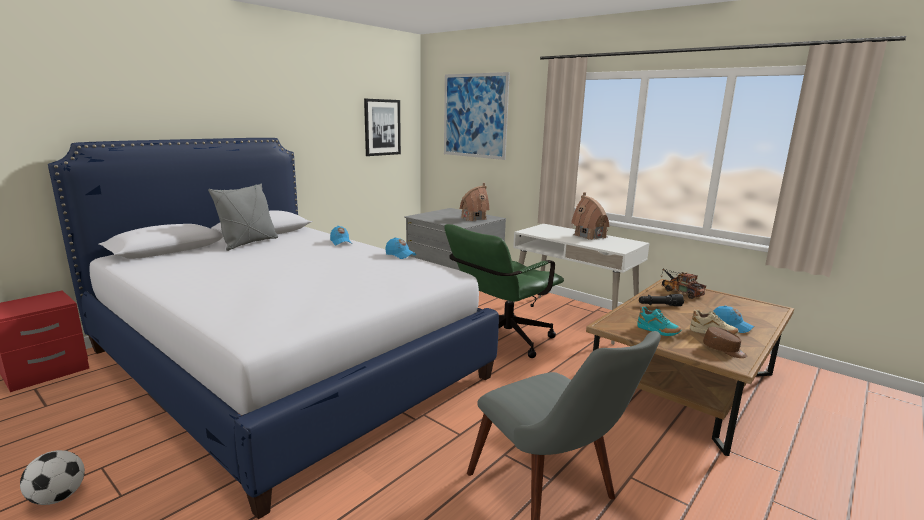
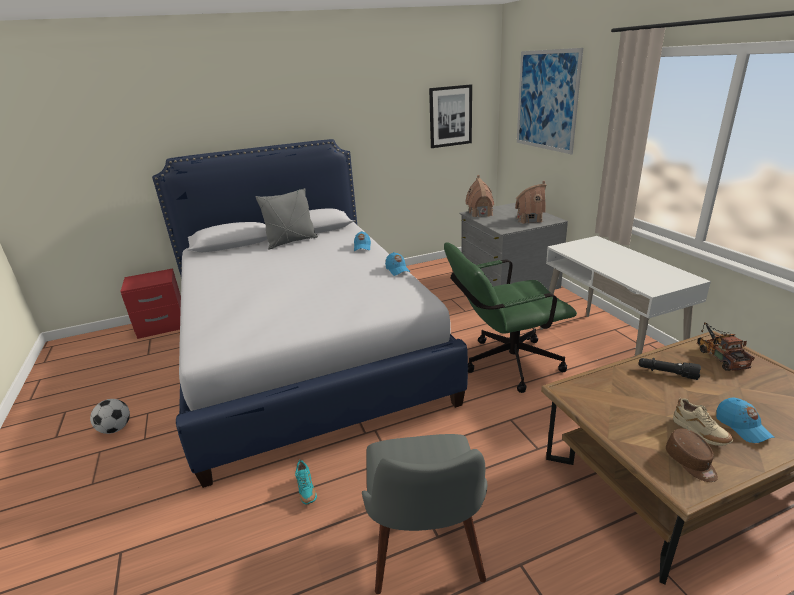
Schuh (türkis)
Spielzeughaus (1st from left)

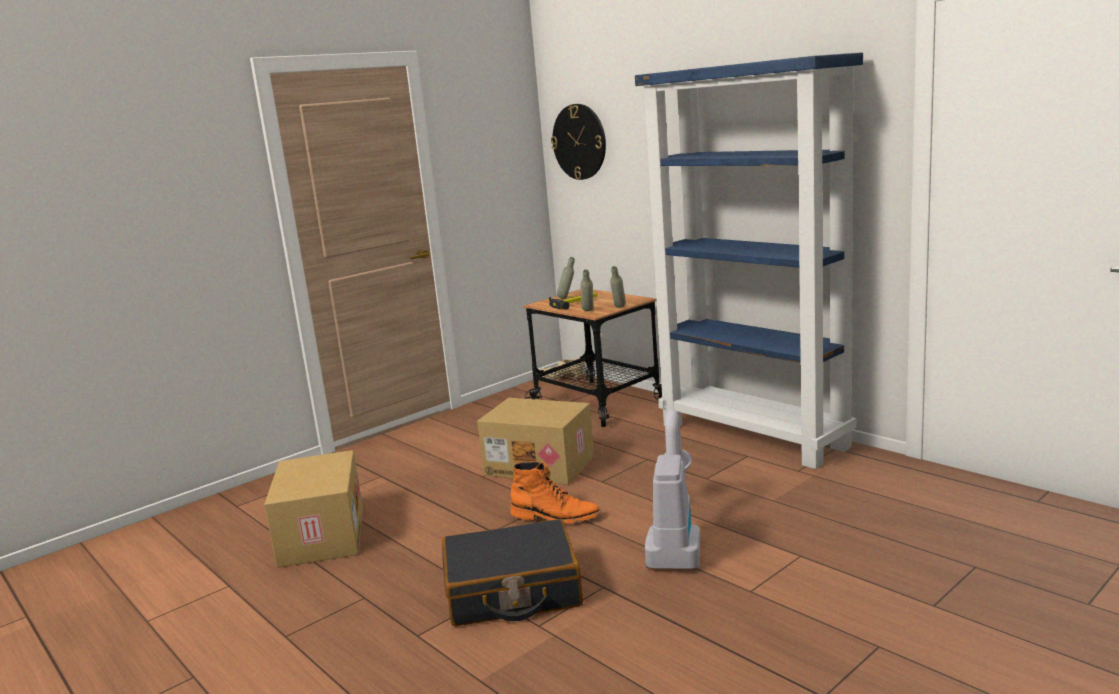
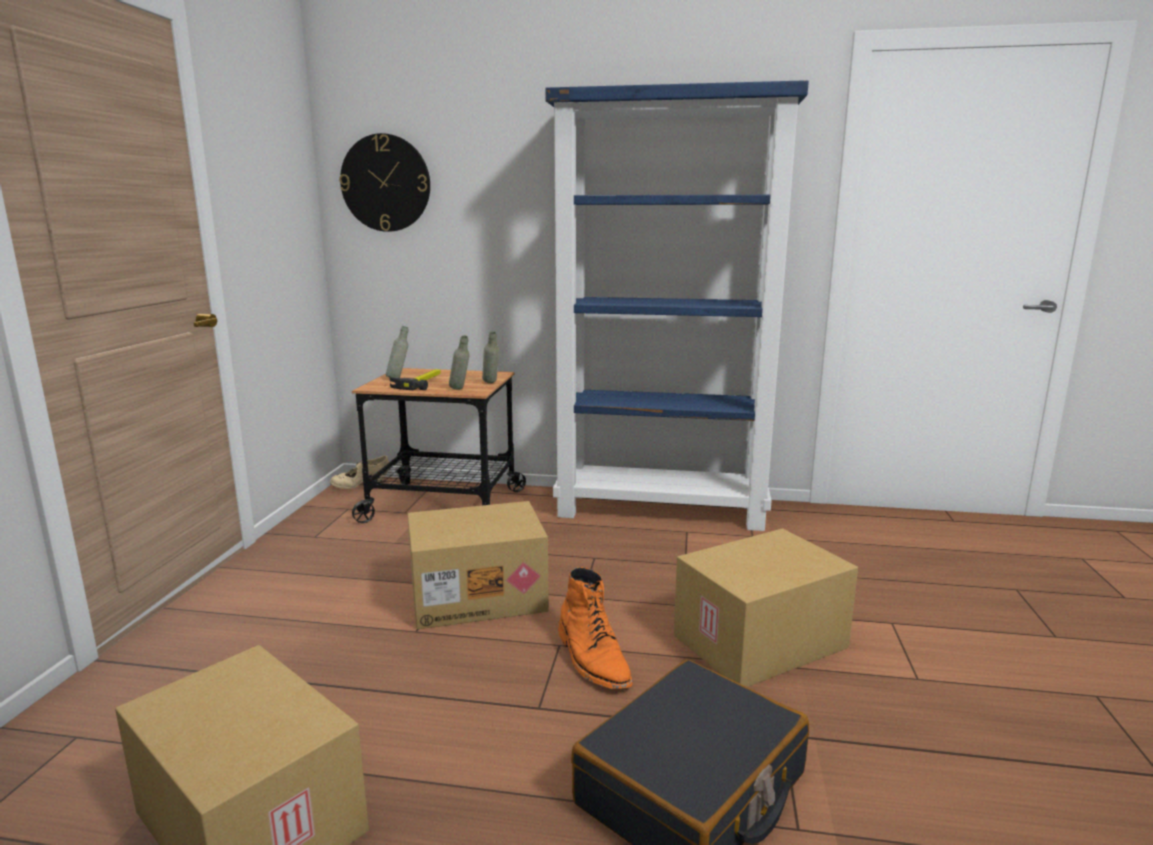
Stiefel (orange)
Karton (3rd from left)

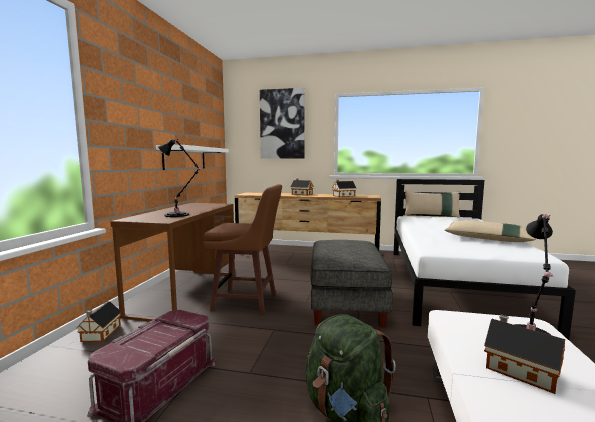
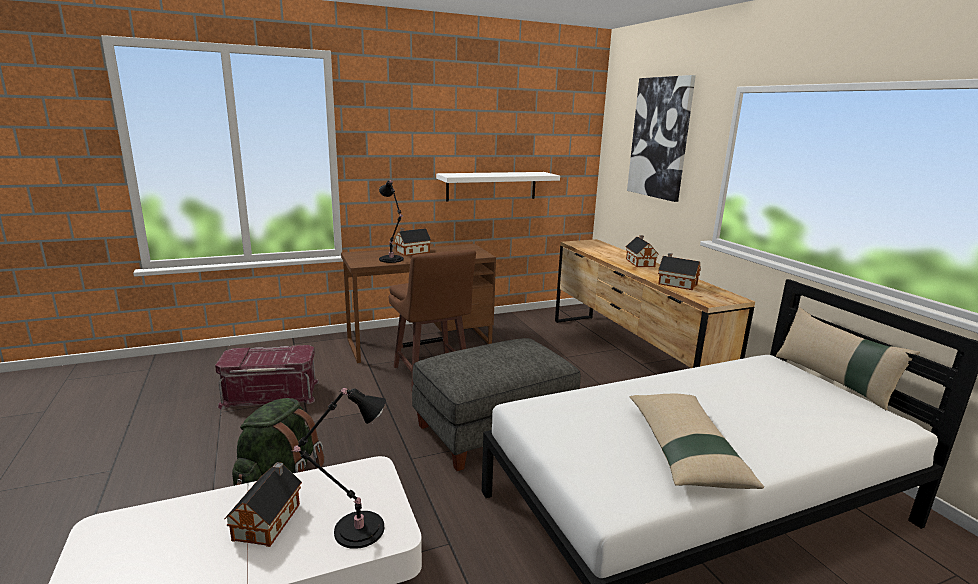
Spielzeughaus (2nd from left)

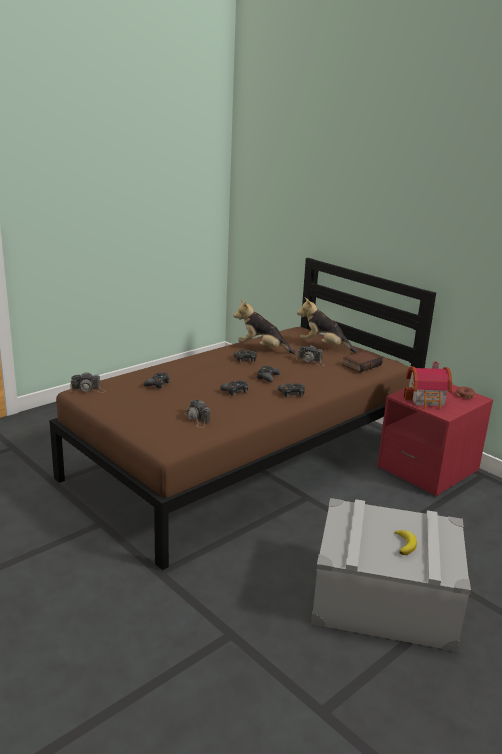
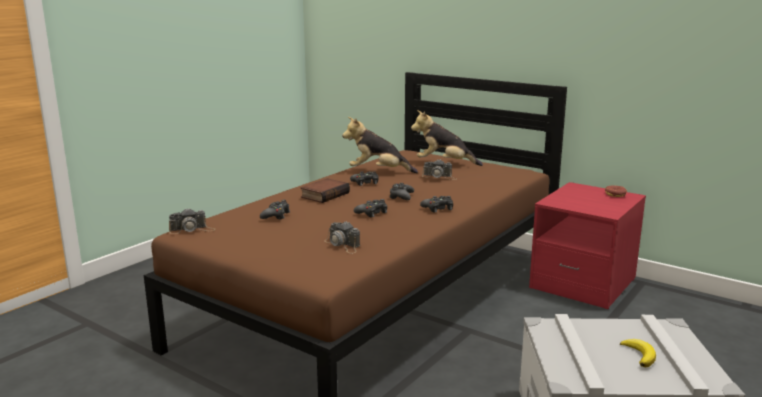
Buch
Spielzeughaus

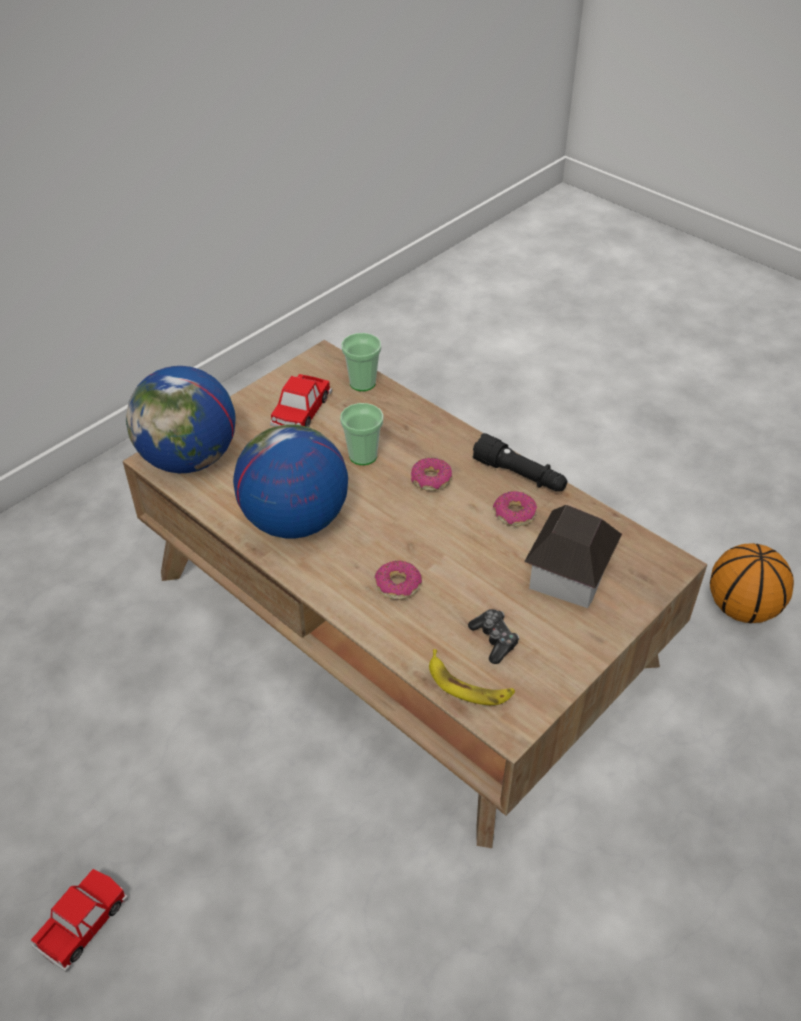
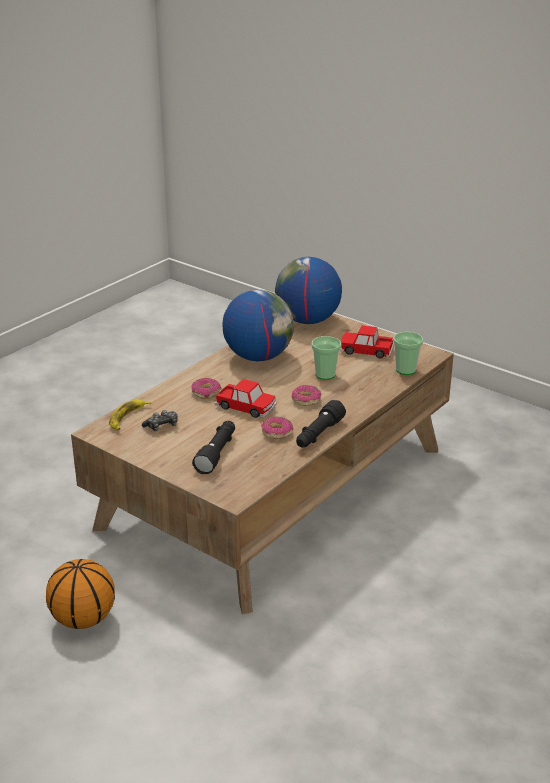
Basketball
Taschenlampe (schwarz) (1st from left)
Spielzeugauto (1st from left)

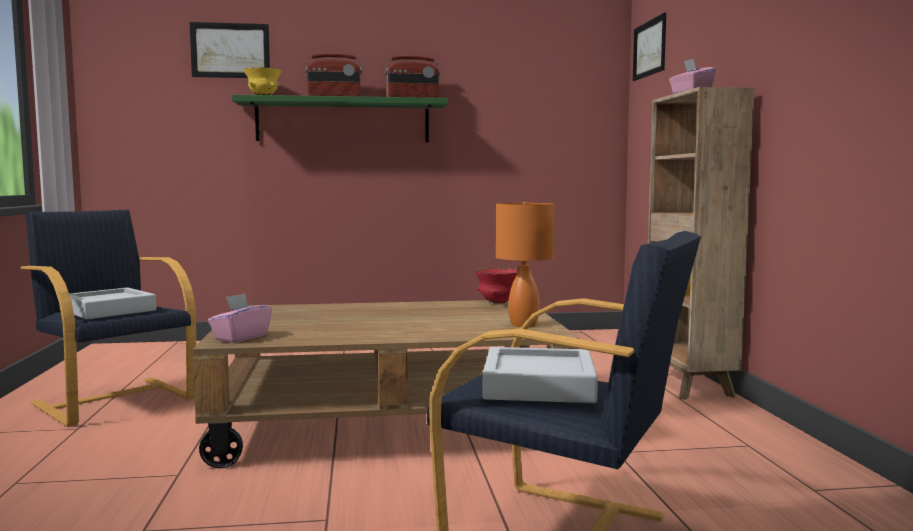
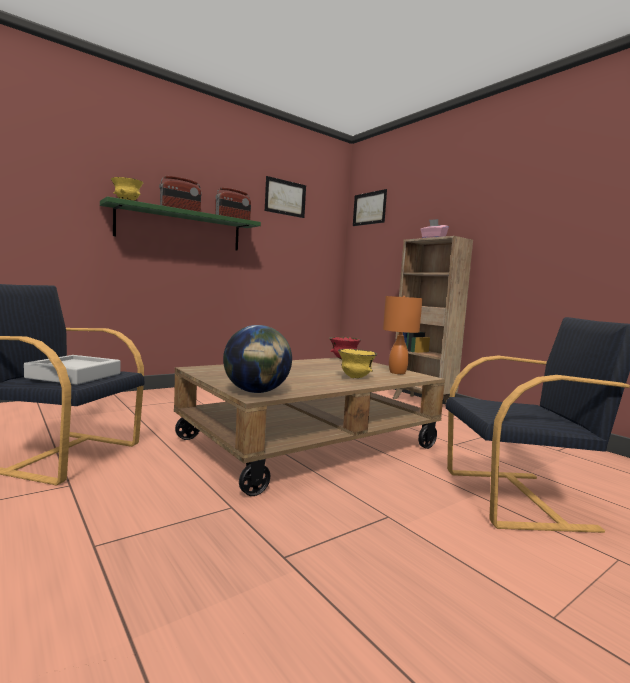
Globus
Bild (1st from left)
Schüssel (gelb) (2nd from left)
Tablett (grau) (2nd from left in the first image)

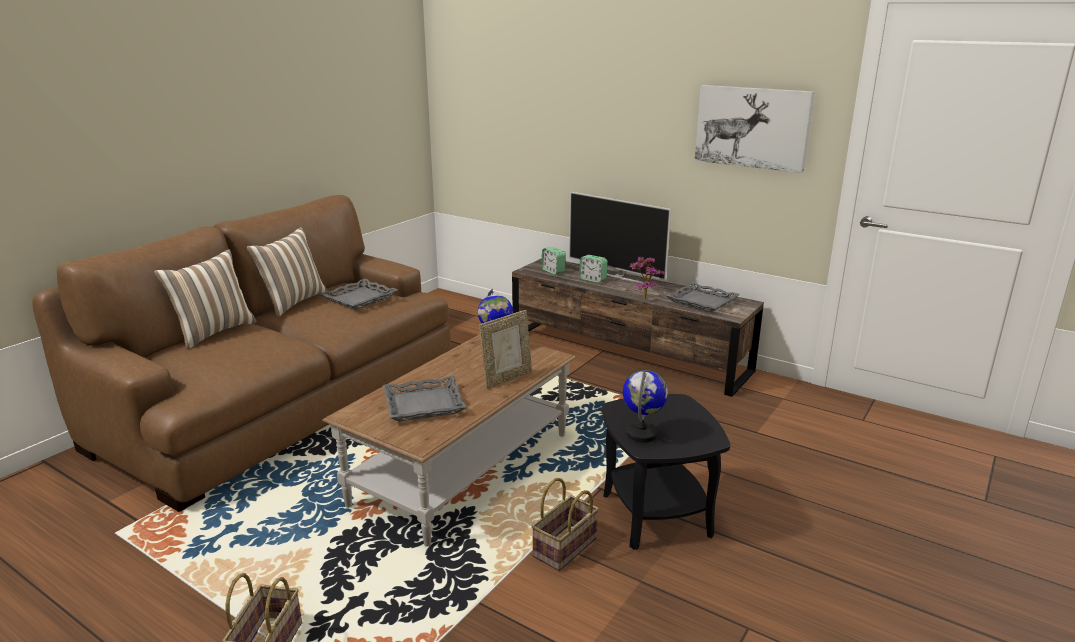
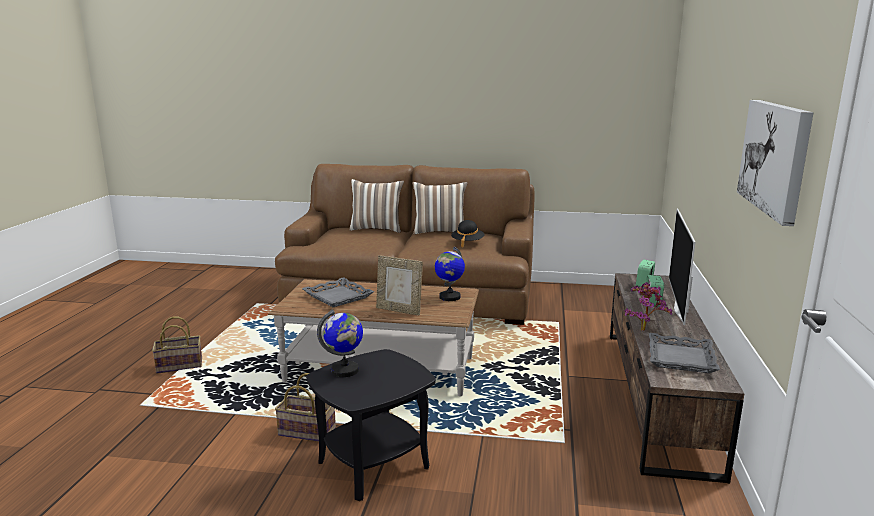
Hut (schwarz)

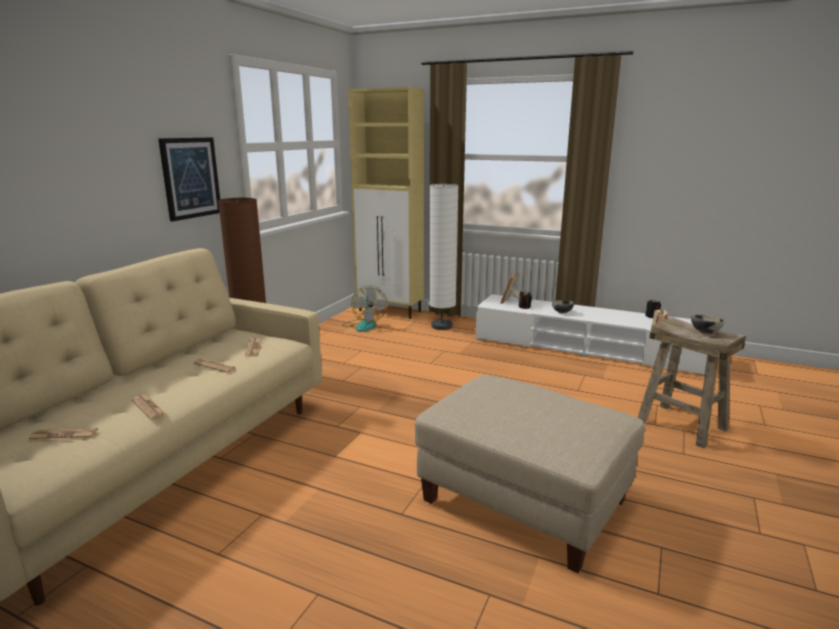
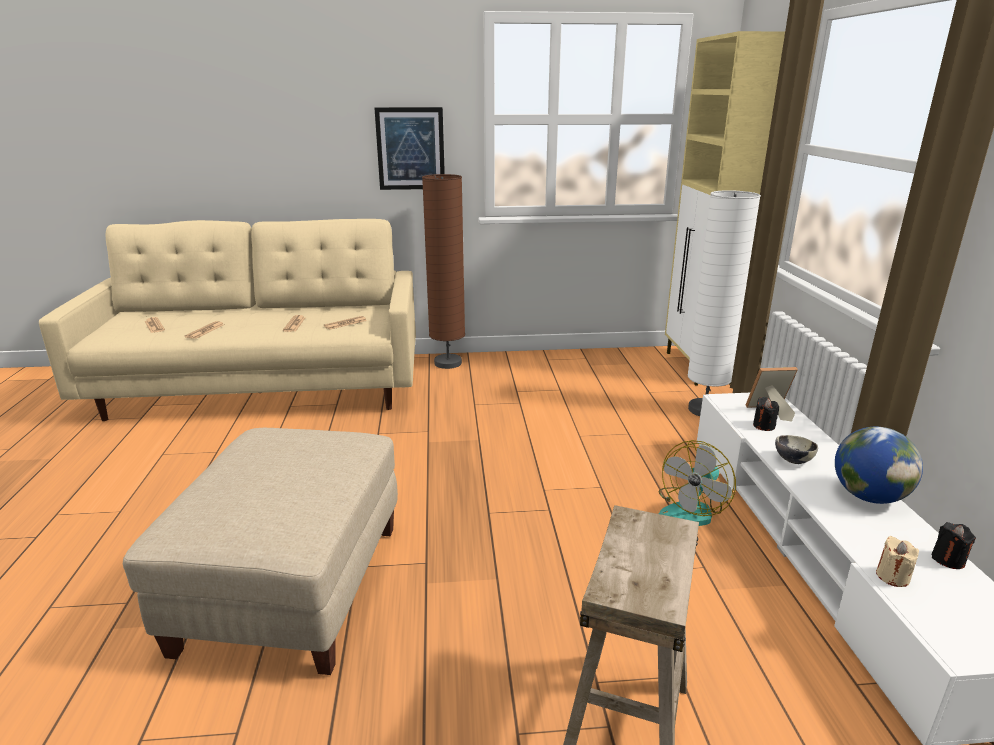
Ventilator
Globus
Schüssel (2nd from left in the first image)

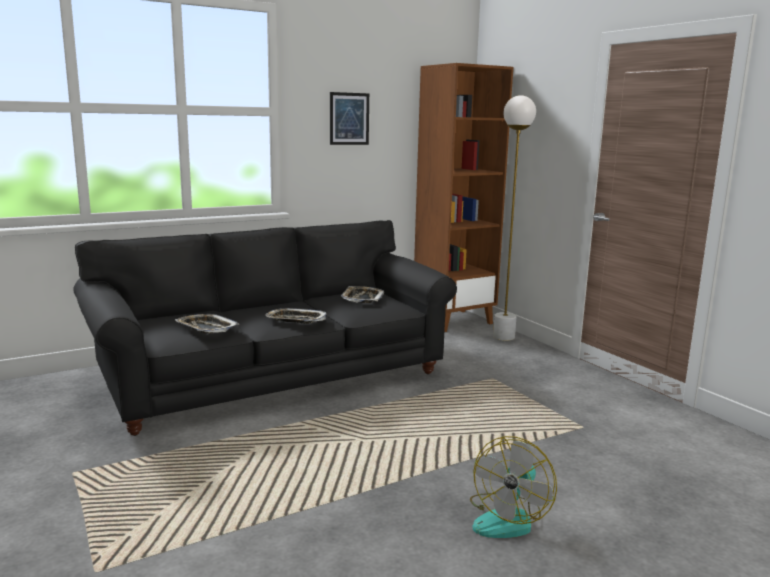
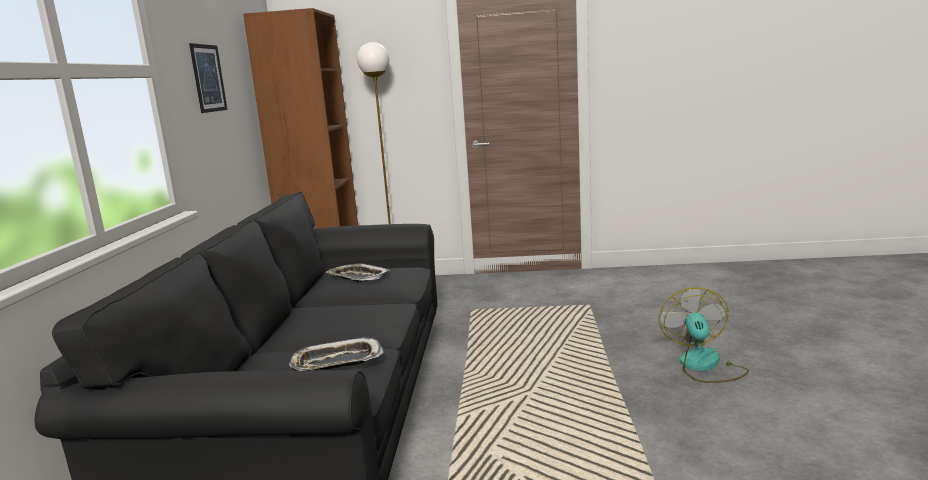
Ventilator
Tablett (2nd from left in the first image)

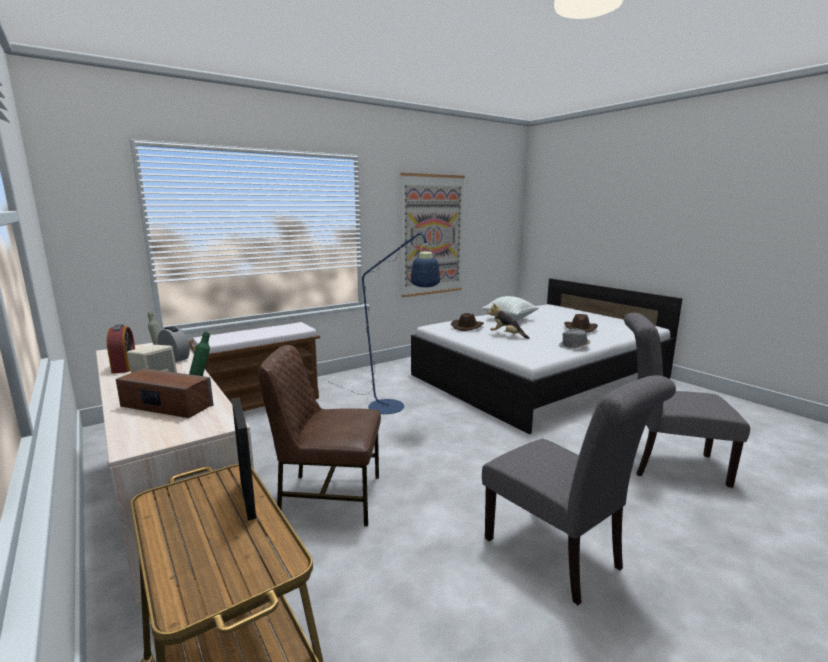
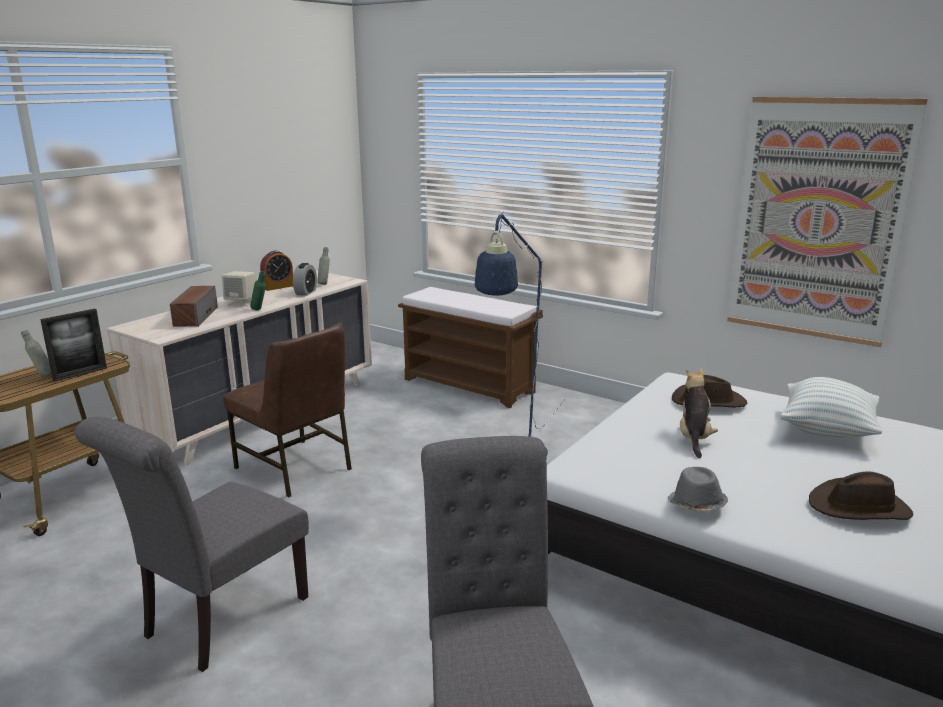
Flasche (grau) (1st from left)
Stuhl (braun)

